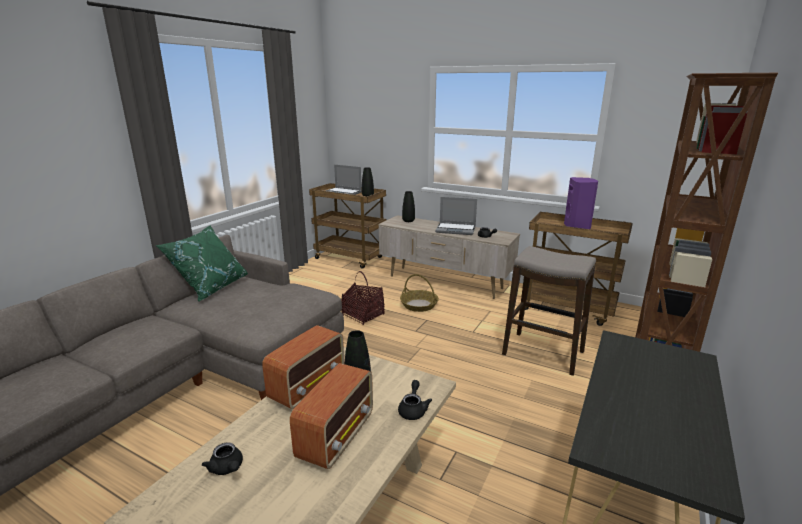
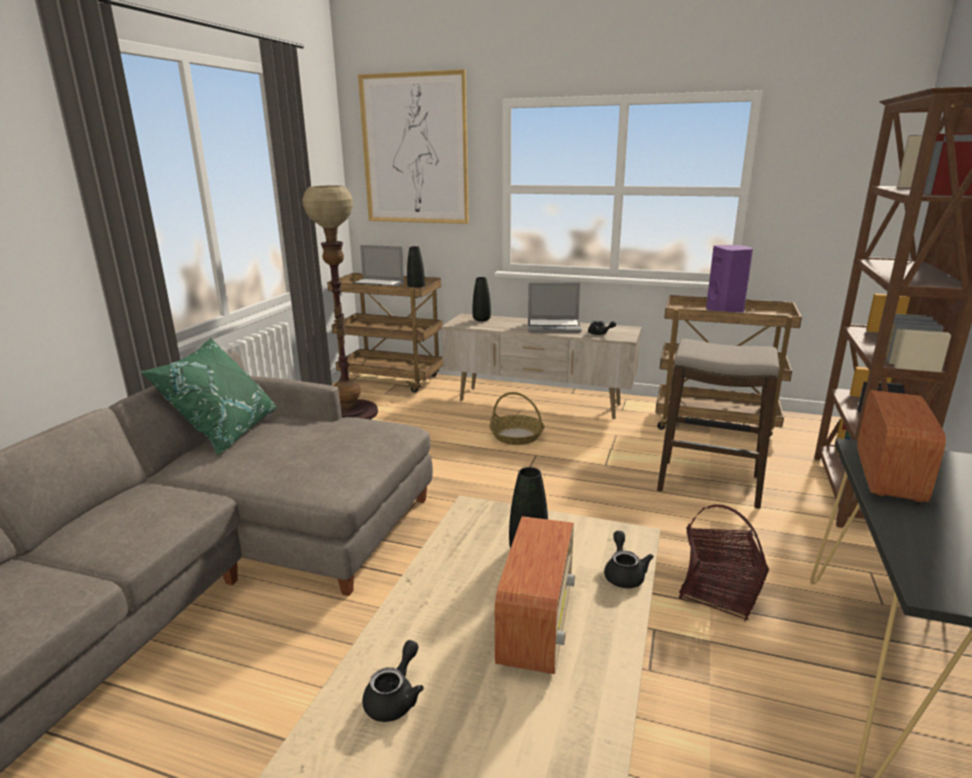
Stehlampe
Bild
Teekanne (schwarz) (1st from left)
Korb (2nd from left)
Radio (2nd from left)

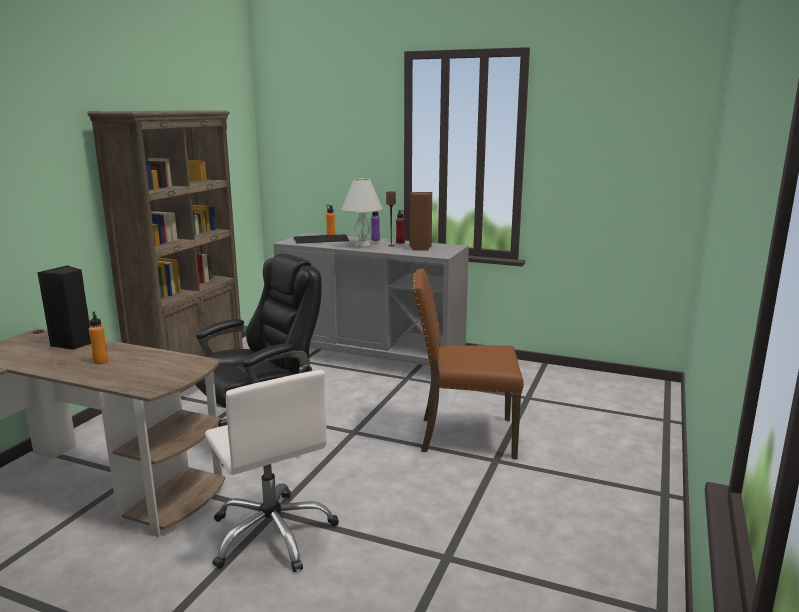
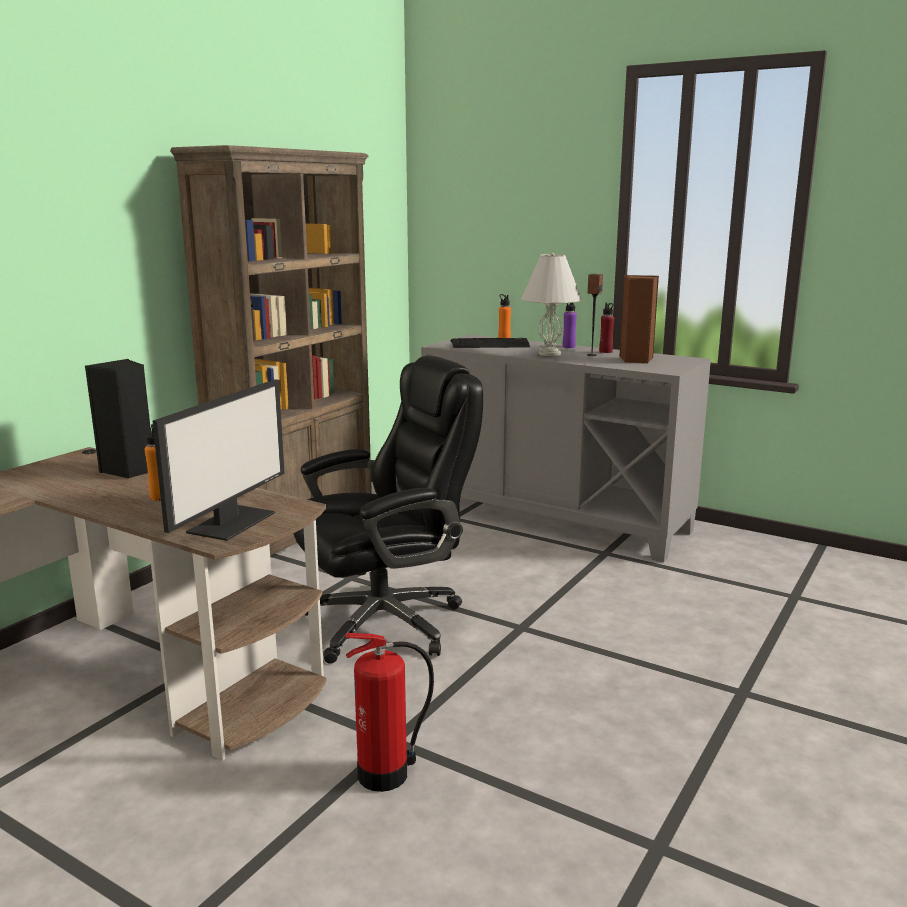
Monitor
Feuerlöscher
Stuhl (braun)

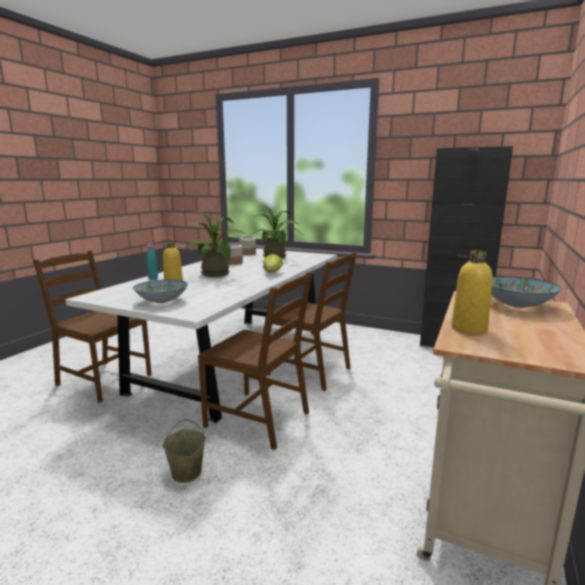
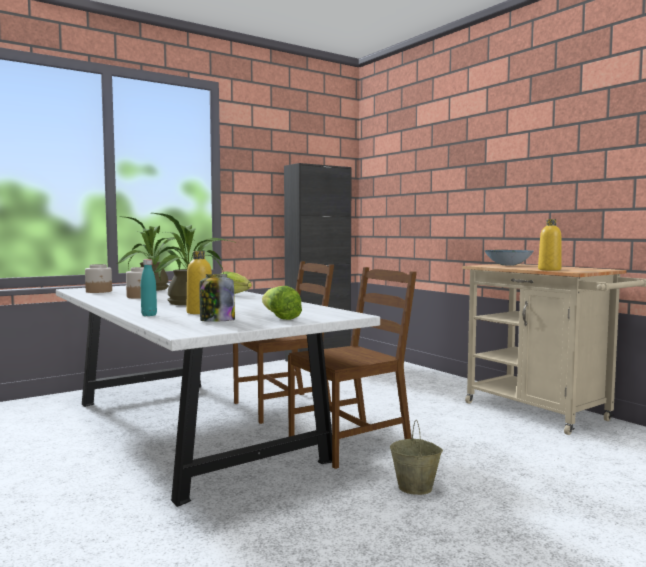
Vorratsglas (3rd from left)
Salatkopf (2nd from left)
Stuhl (braun) (1st from left in the first image)

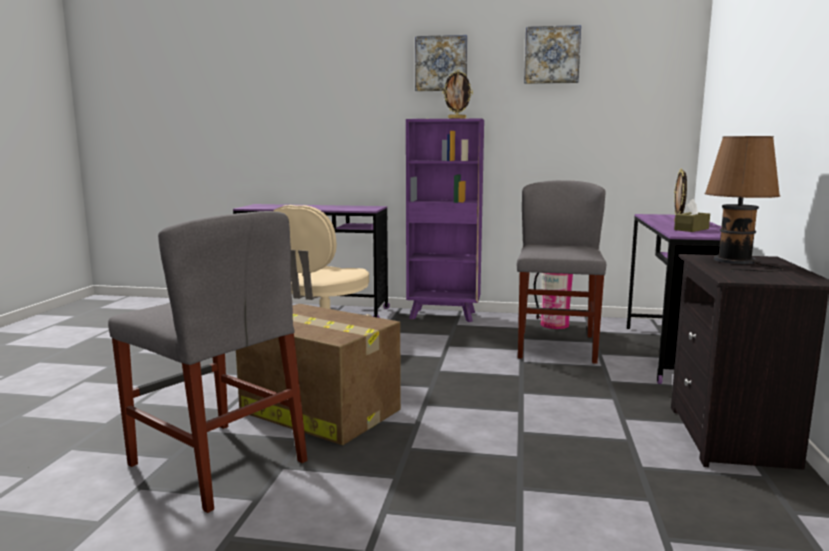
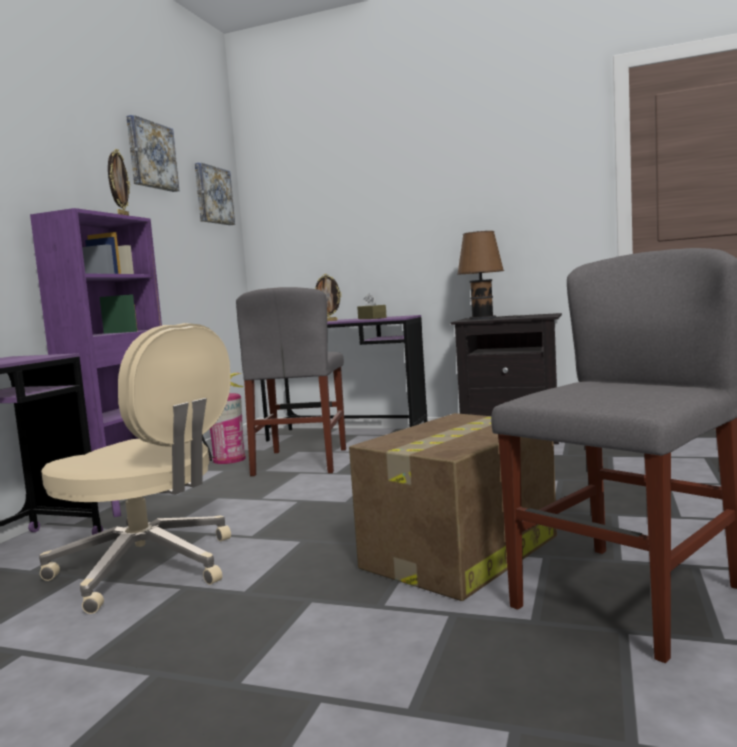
Bild (2nd from left)
Stuhl (grau) (1st from left)

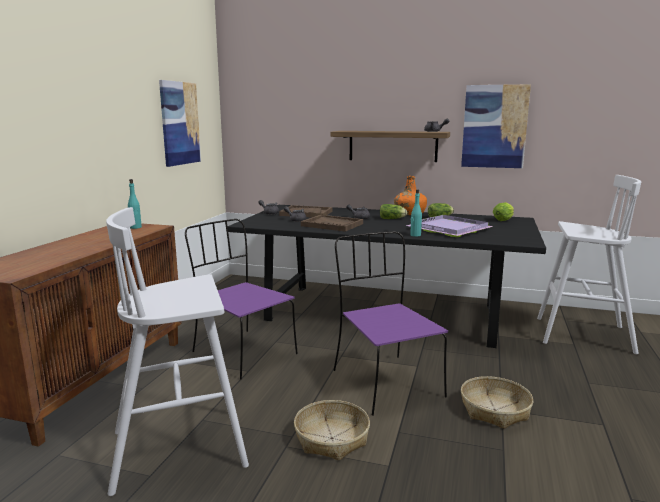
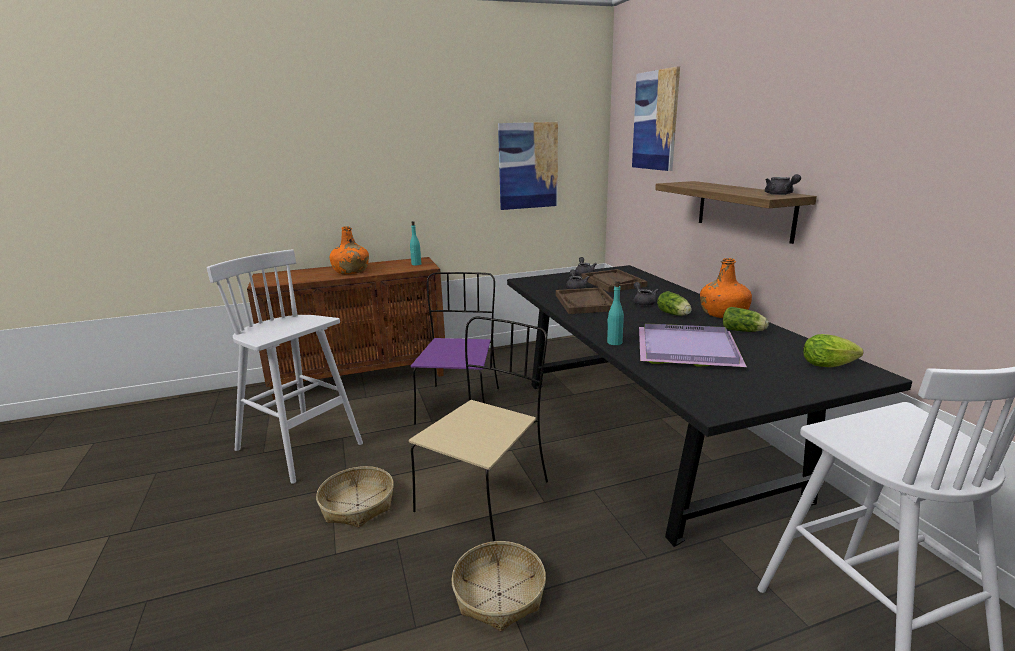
Flasche (orange) (1st from left)
Stuhl (beige)
Bild (2nd from left)

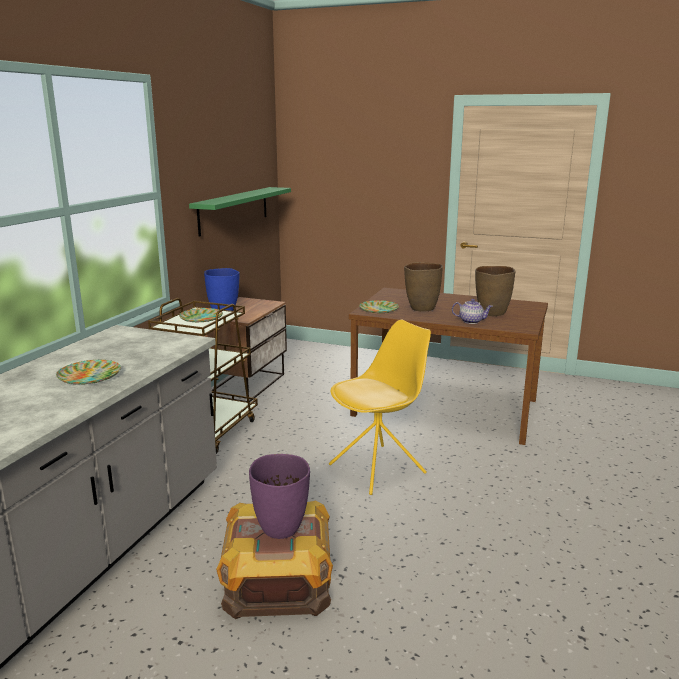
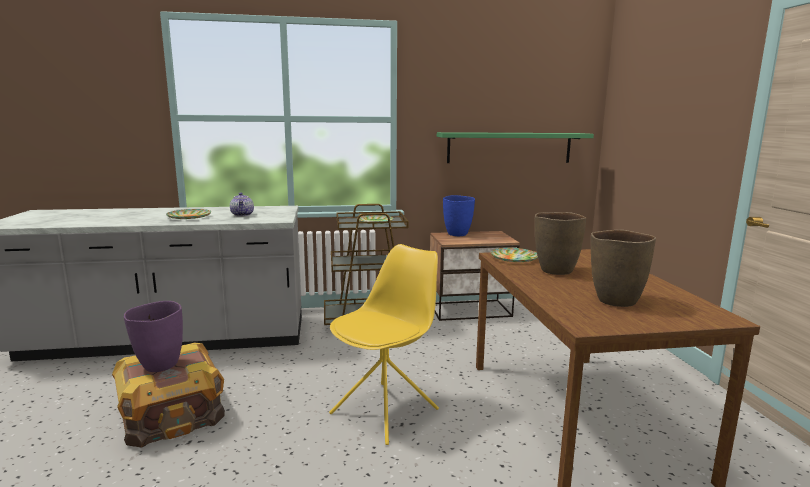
Teekanne
Stuhl (gelb)

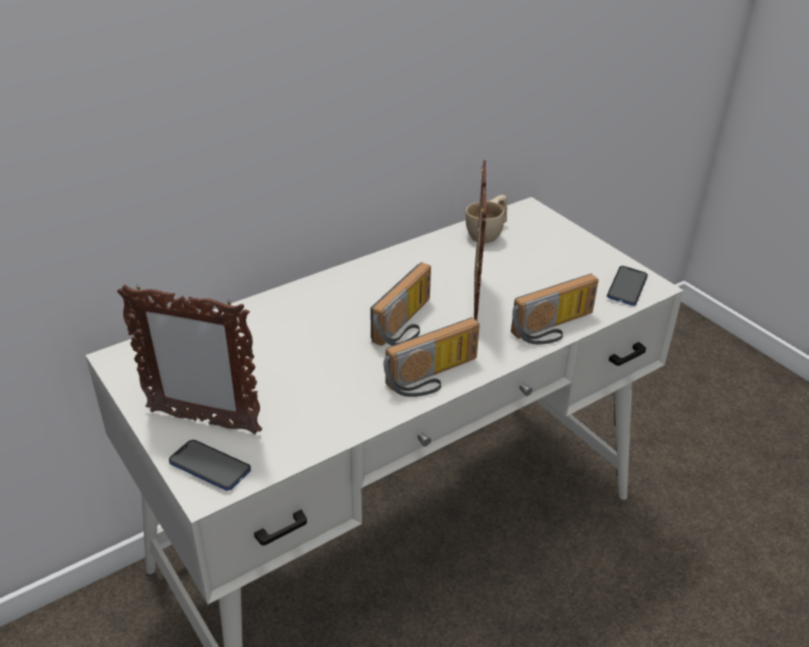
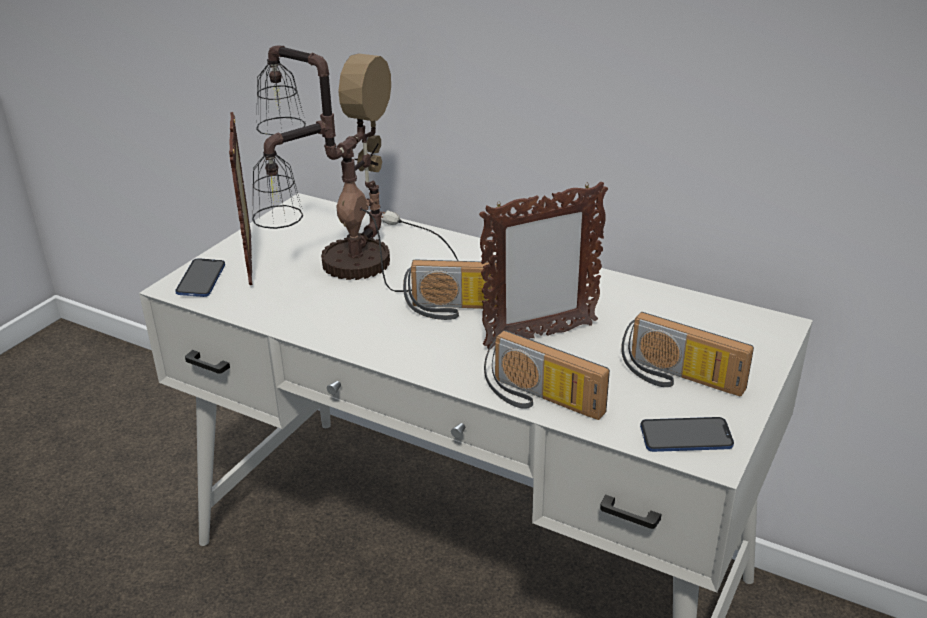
Tischlampe
Radio (3rd from left)
Tasse (beige)

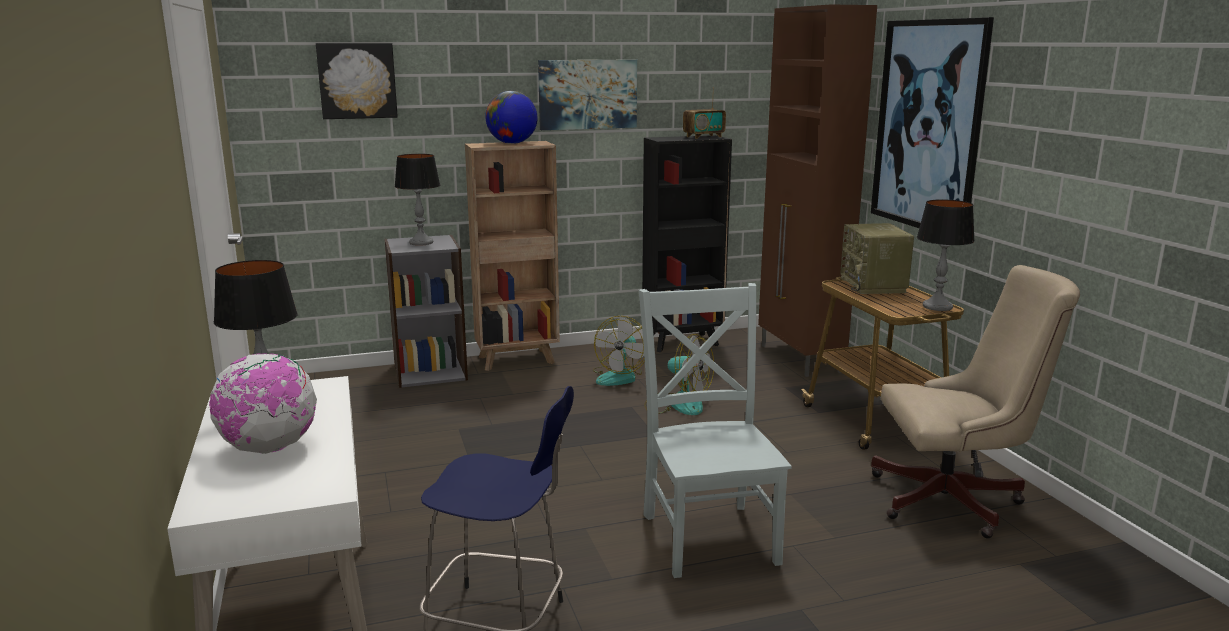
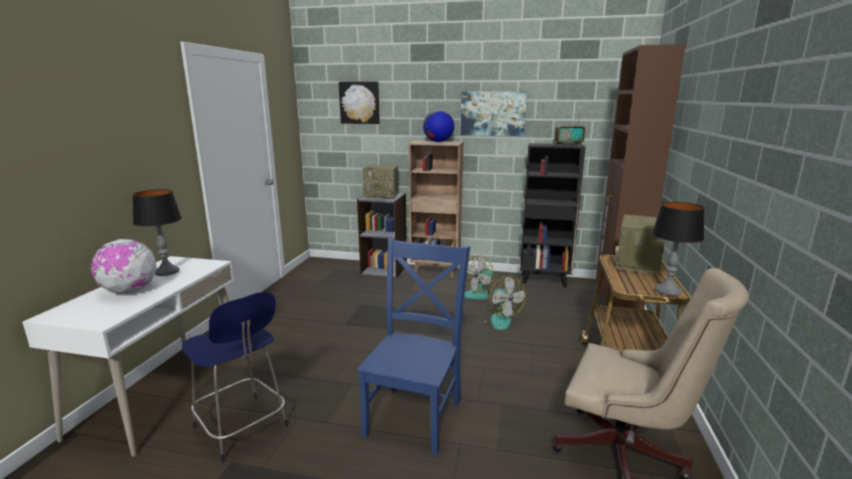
Stuhl (blau)
Radio (1st from left)
Bild (3rd from left in the first image)

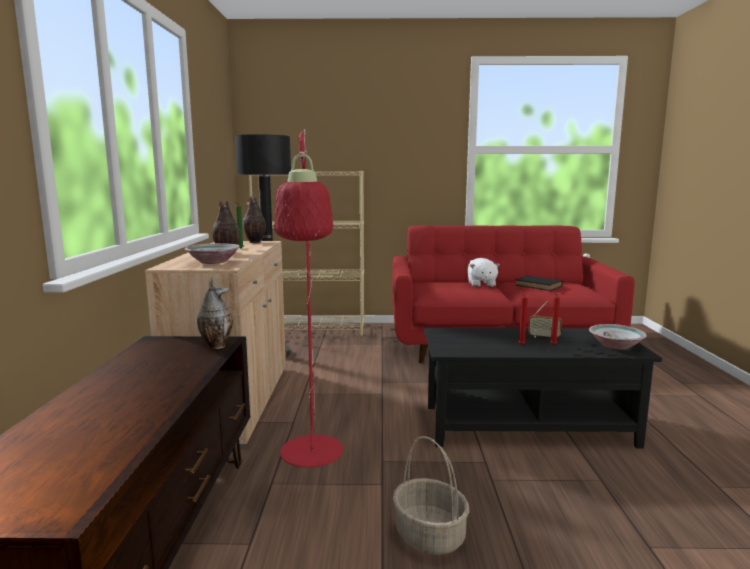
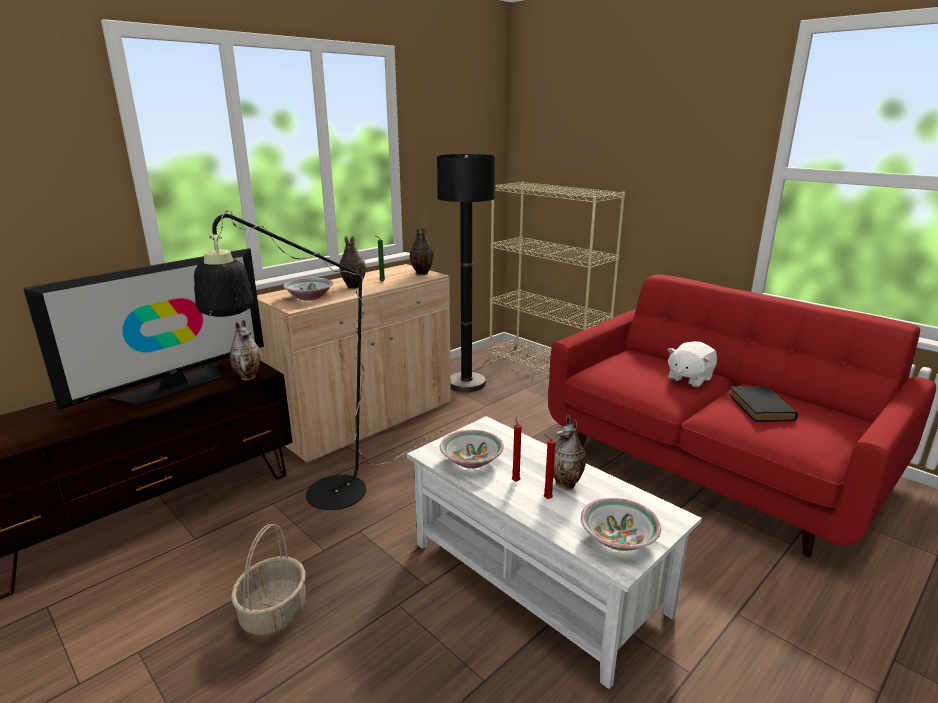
Fernseher
Stehlampe (schwarz) (1st from left)
Couchtisch (weiß)
Schüssel (2nd from left)
Vase (4th from left)

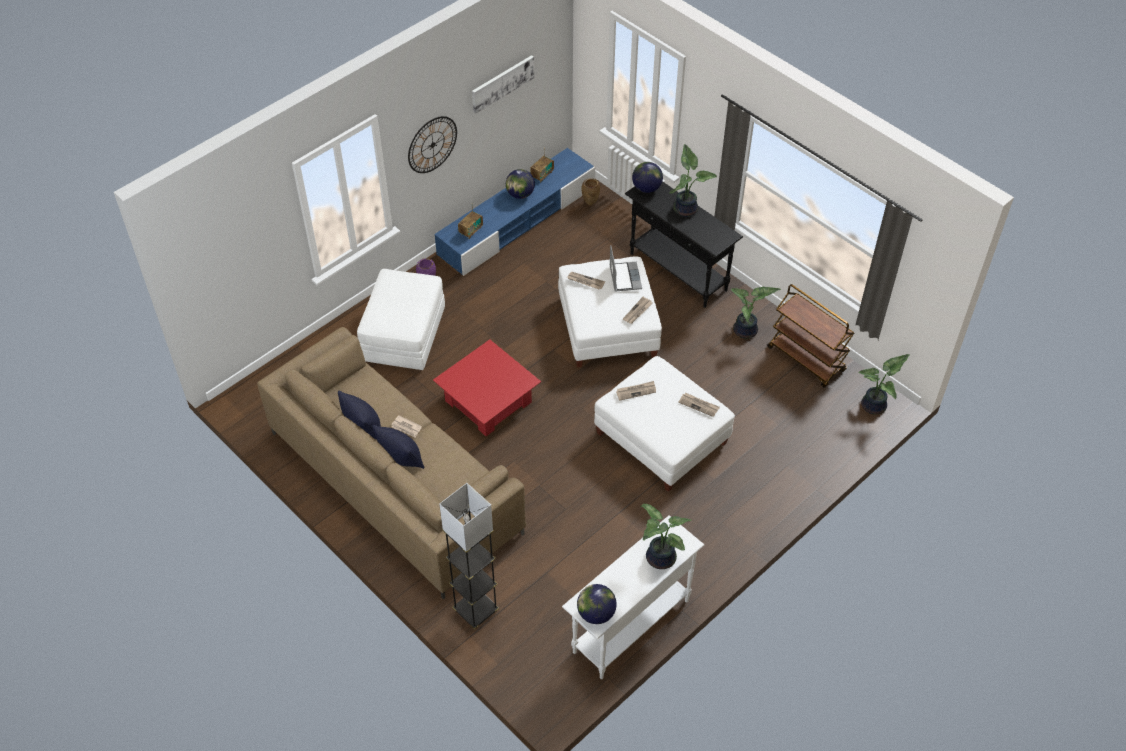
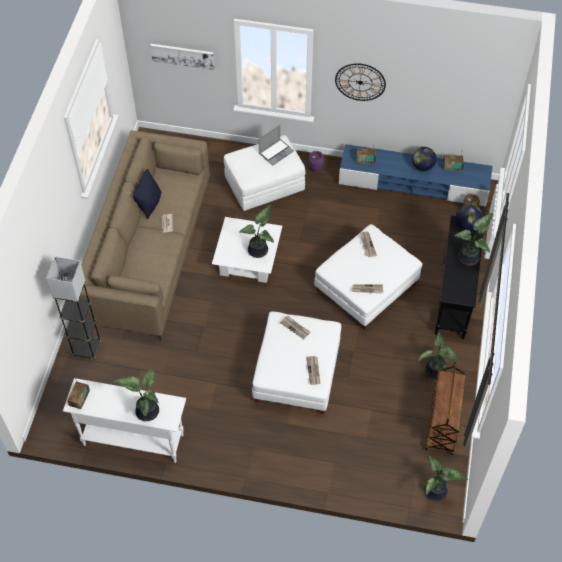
Radio (1st from left)
Bild
Couchtisch (weiß)
Topfpflanze (2nd from left)
Laptop
Kissen (schwarz) (2nd from left in the first image)

